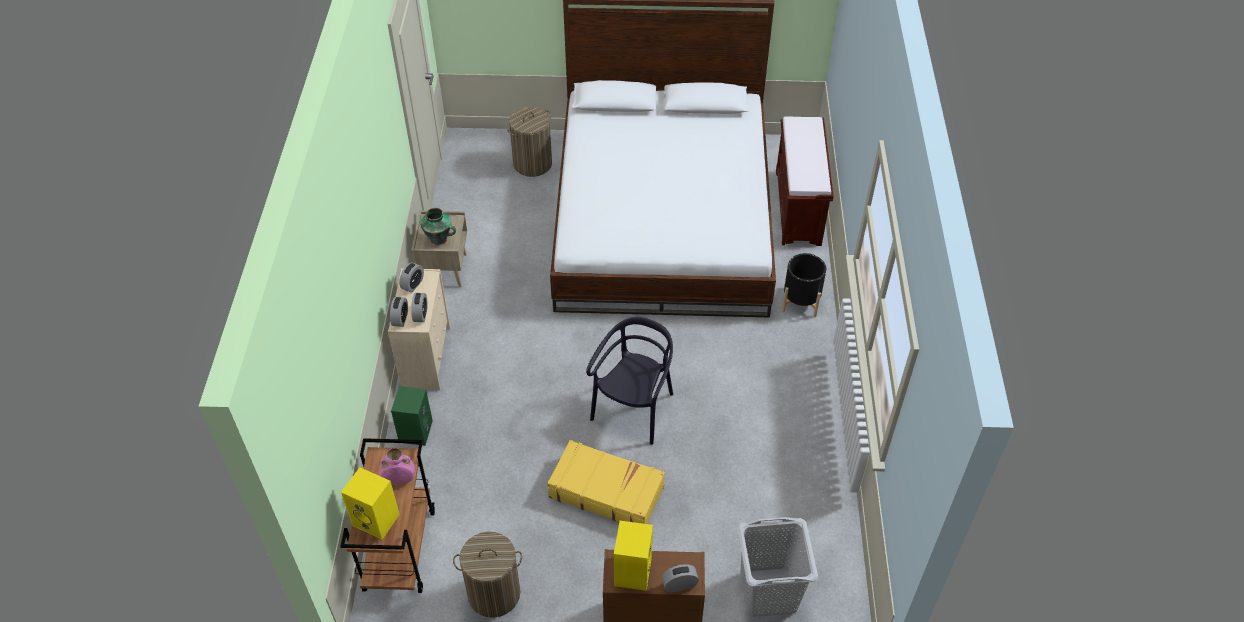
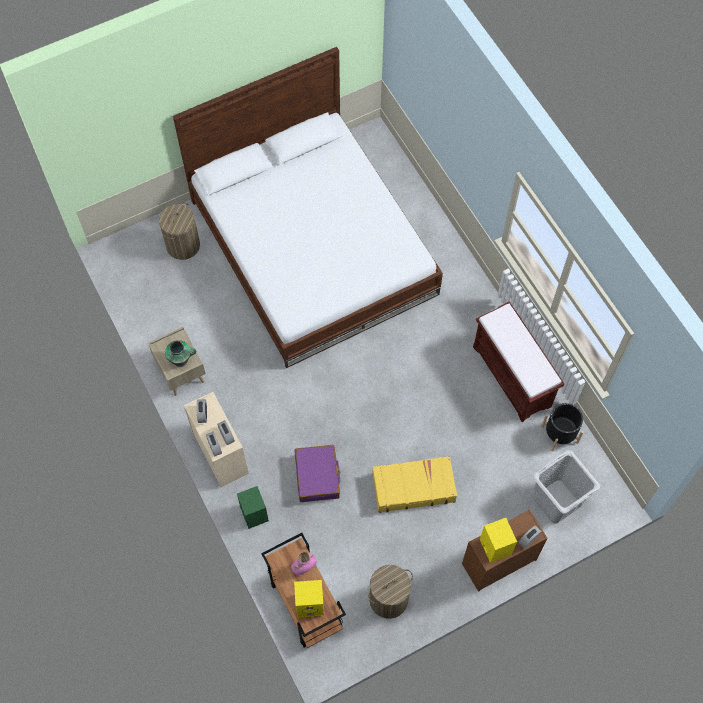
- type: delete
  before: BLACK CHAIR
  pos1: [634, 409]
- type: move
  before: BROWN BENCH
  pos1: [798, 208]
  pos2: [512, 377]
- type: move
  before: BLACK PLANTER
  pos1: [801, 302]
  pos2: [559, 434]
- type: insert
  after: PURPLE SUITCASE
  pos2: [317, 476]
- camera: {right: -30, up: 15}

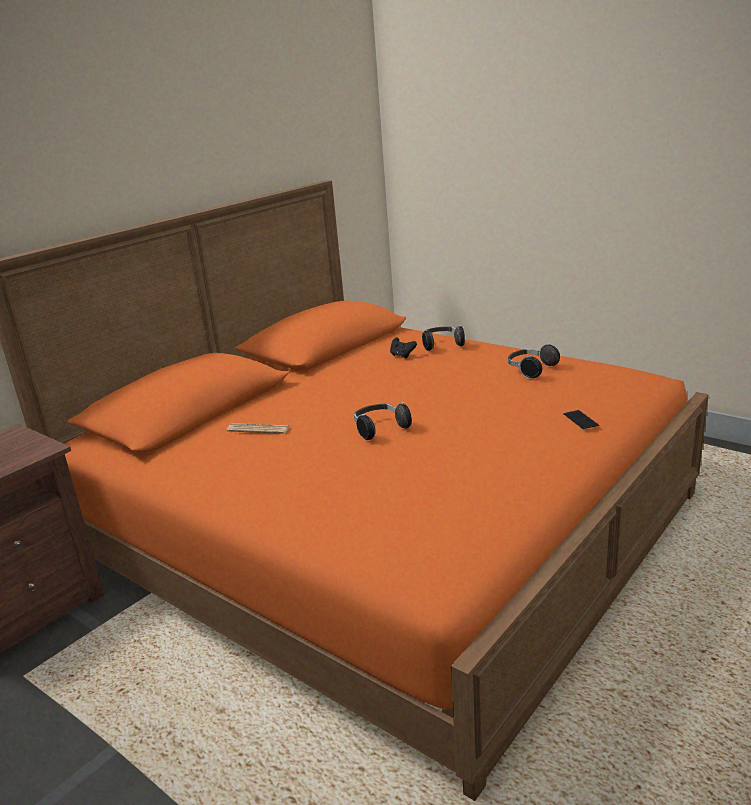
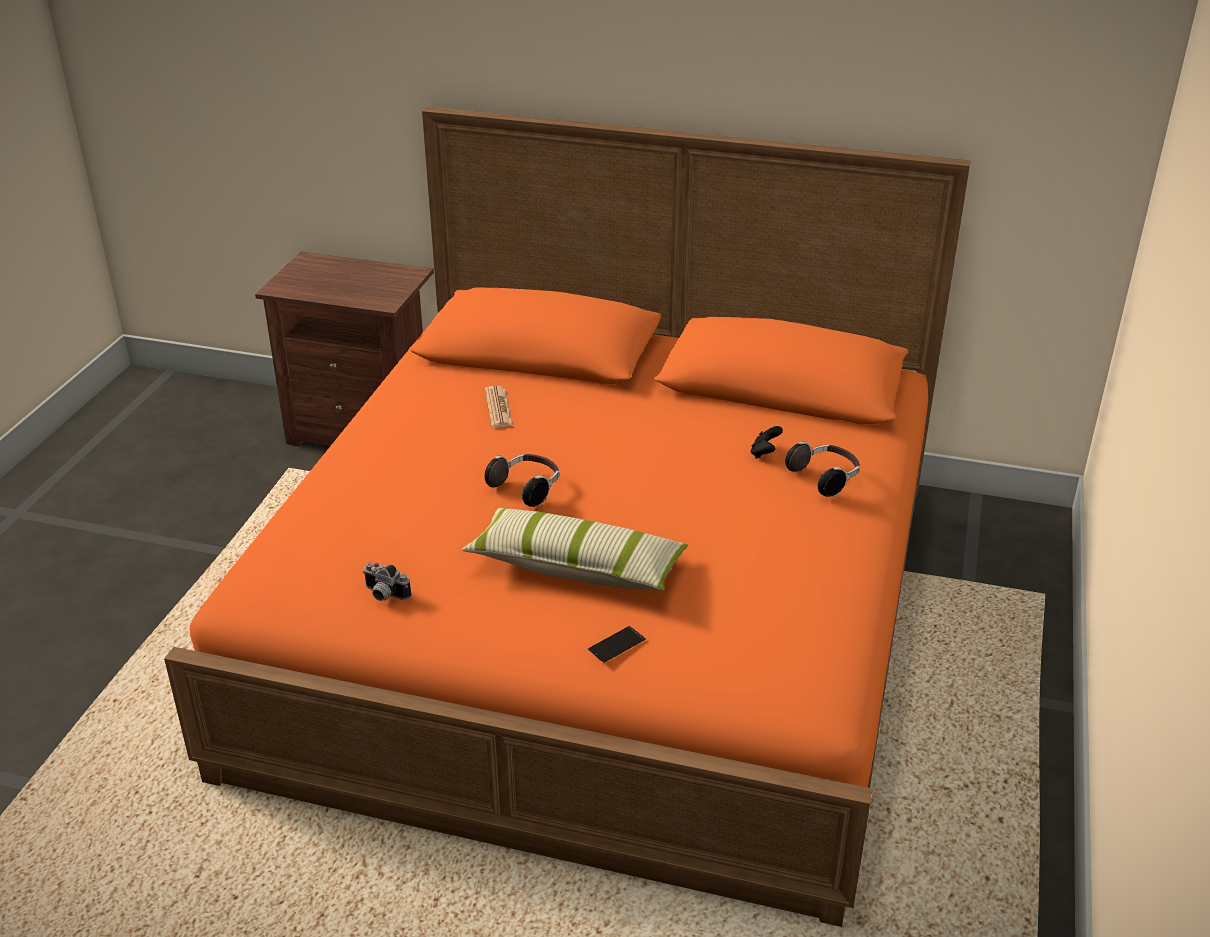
- type: delete
  before: HEADPHONES
  pos1: [530, 370]
- type: insert
  after: PHOTO CAMERA
  pos2: [384, 595]
- type: insert
  after: PILLOW
  pos2: [577, 567]
- camera: {right: 65, up: 10}

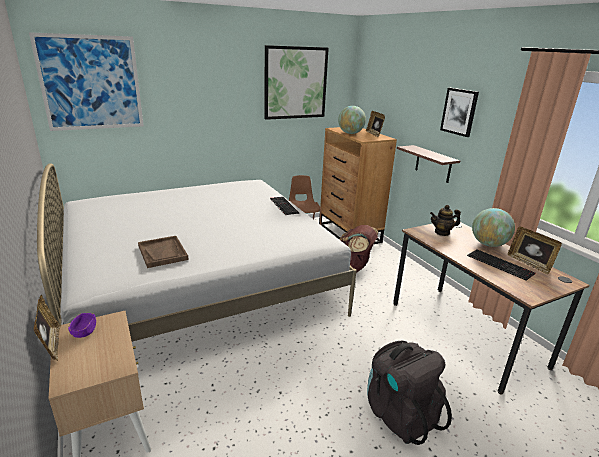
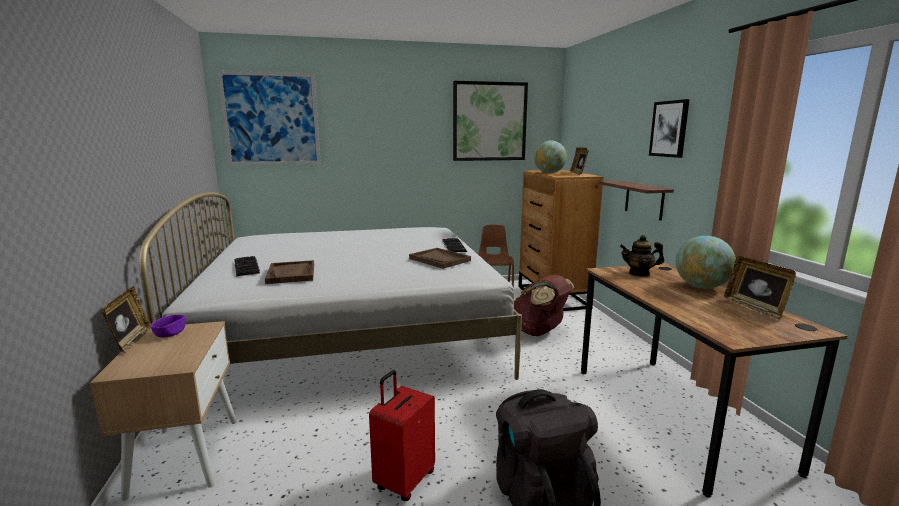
- type: move
  before: KEYBOARD
  pos1: [500, 264]
  pos2: [247, 266]
- type: insert
  after: RED SUITCASE
  pos2: [404, 480]
- type: insert
  after: BROWN TRAY
  pos2: [440, 259]
- camera: {right: 15, up: -10}

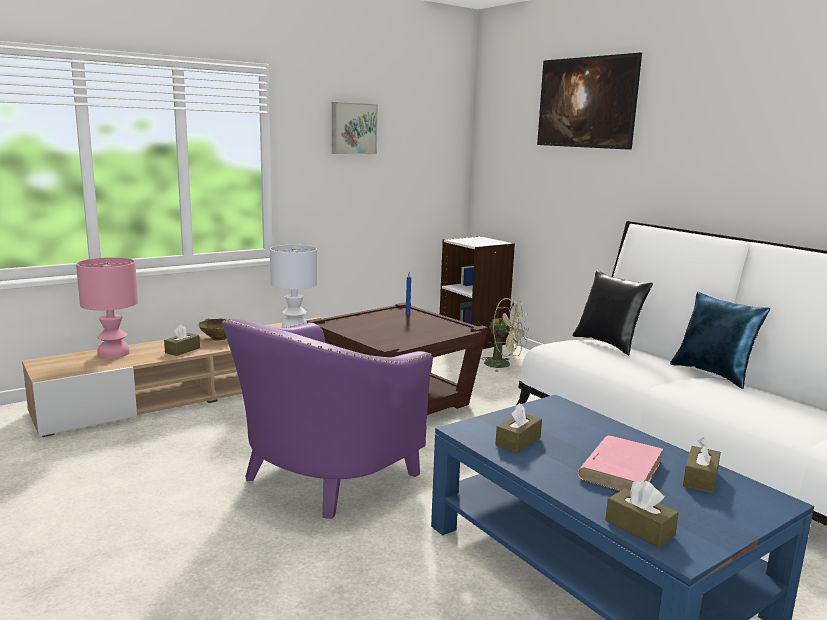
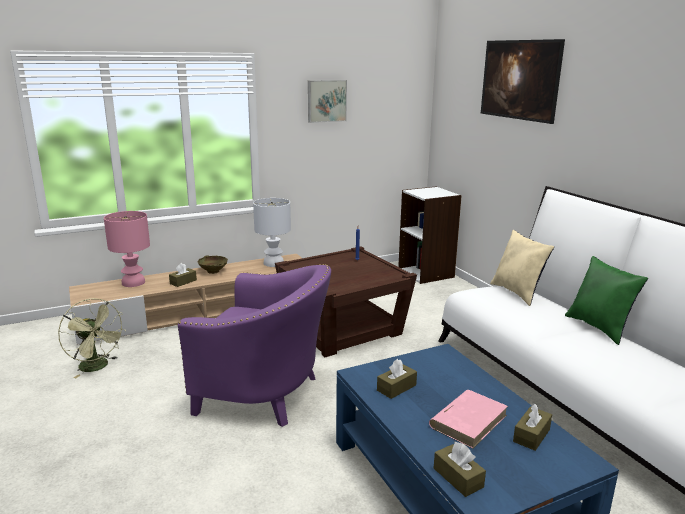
- type: rotate
  before: PURPLE ARMCHAIR
  pos1: [321, 478]
  pos2: [266, 394]
  turn: -120
- type: move
  before: GREEN FAN
  pos1: [503, 365]
  pos2: [98, 367]
- type: recolor
  before: BLACK PILLOW
  after: BEIGE PILLOW
  pos1: [608, 344]
  pos2: [518, 293]
- type: recolor
  before: BLUE PILLOW
  after: GREEN PILLOW
  pos1: [713, 374]
  pos2: [599, 328]
- camera: {right: 10, up: 5}

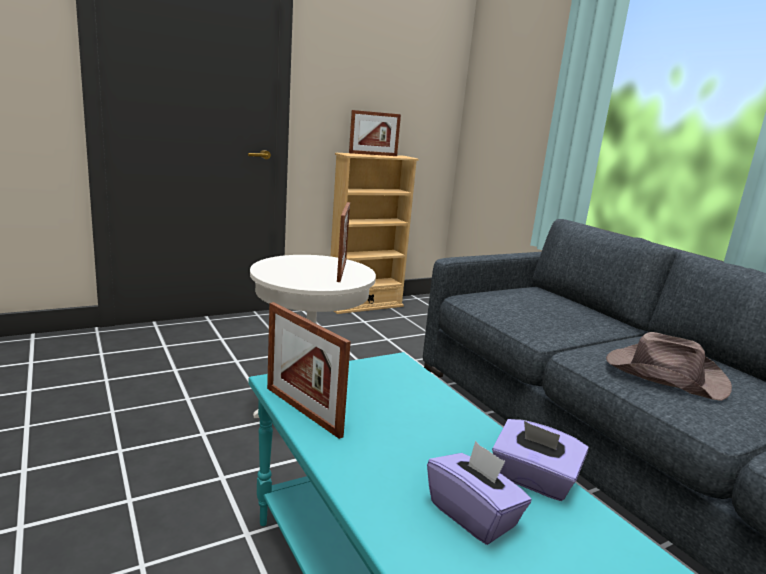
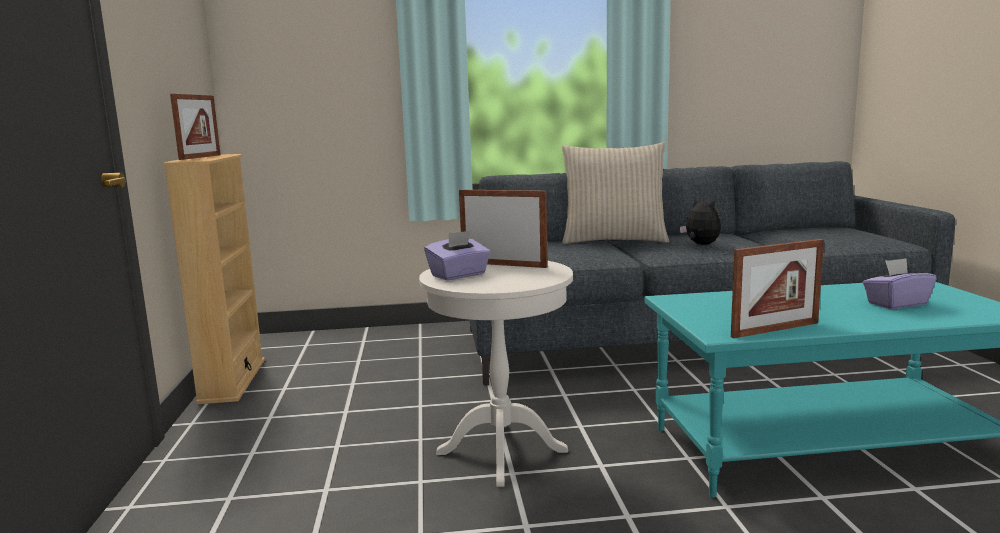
- type: move
  before: PURPLE TISSUE BOX
  pos1: [533, 480]
  pos2: [459, 275]
- type: replace
  before: BROWN HAT
  after: PLUSH TOY
  pos1: [664, 374]
  pos2: [700, 245]
- type: insert
  after: BEIGE PILLOW
  pos2: [614, 240]
- camera: {right: -65, up: -5}

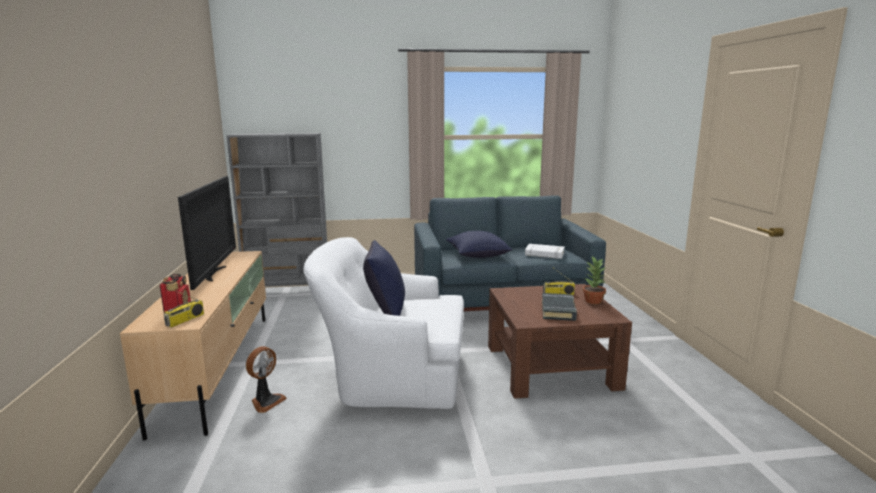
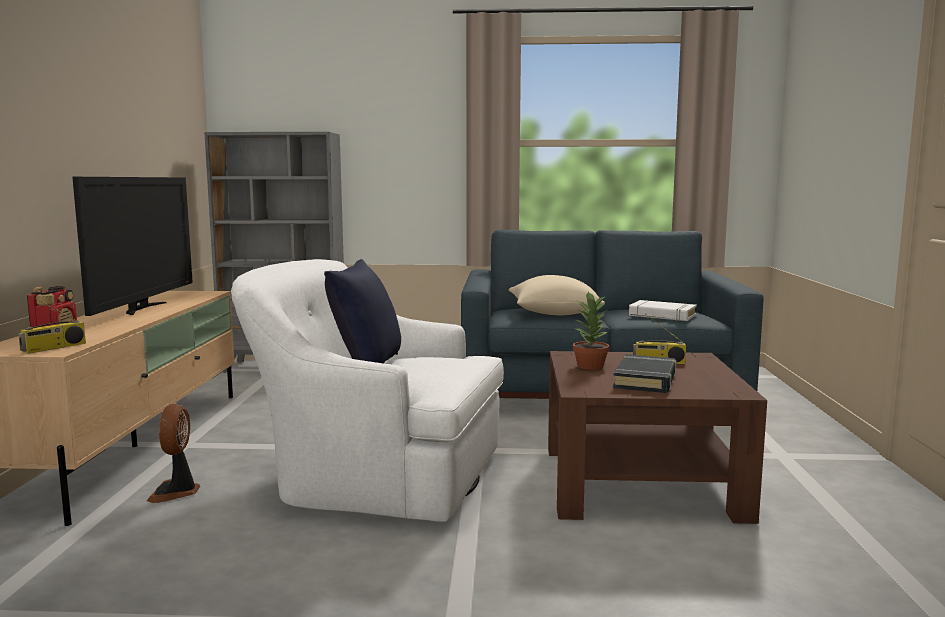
- type: rotate
  before: FAN
  pos1: [266, 401]
  pos2: [176, 492]
  turn: 135
- type: recolor
  before: BLUE PILLOW
  after: BEIGE PILLOW
  pos1: [477, 256]
  pos2: [553, 314]
- type: move
  before: POTTED PLANT
  pos1: [593, 301]
  pos2: [591, 366]
- camera: {right: 10, up: -5}

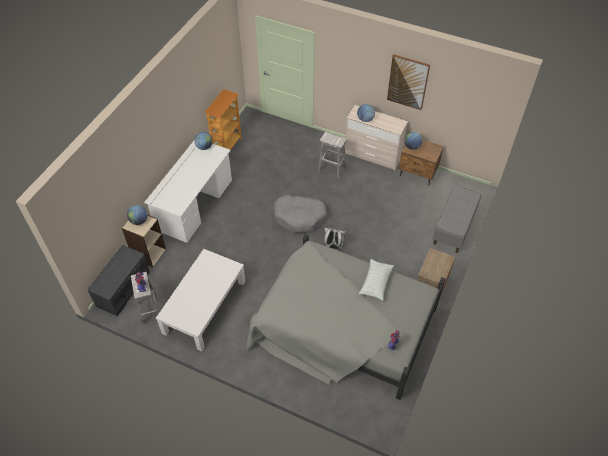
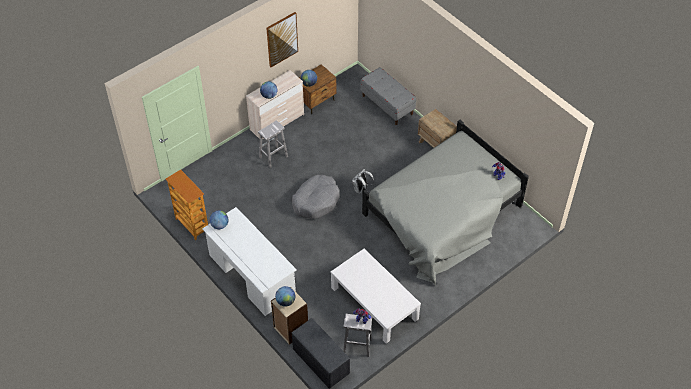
- type: delete
  before: PILLOW
  pos1: [376, 283]
- camera: {right: -65, up: 0}

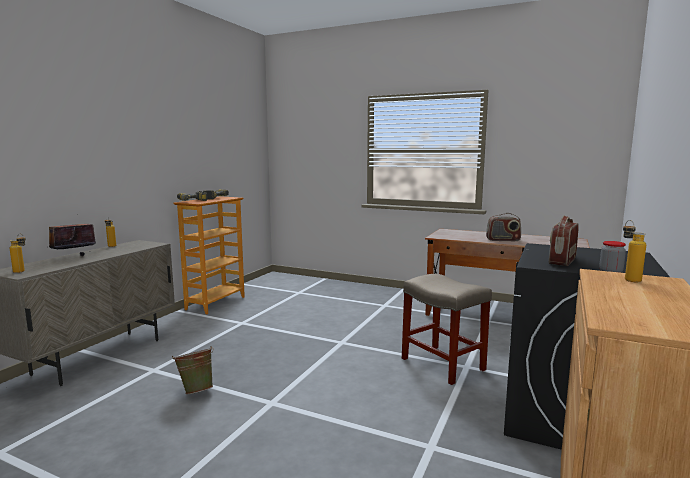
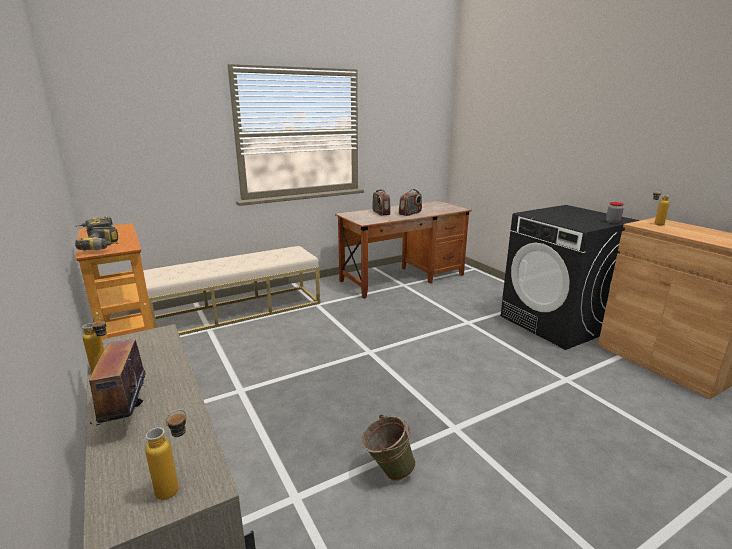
- type: delete
  before: BEIGE STOOL
  pos1: [443, 364]
- type: move
  before: RADIO
  pos1: [562, 261]
  pos2: [380, 213]
- type: insert
  after: BEIGE BENCH
  pos2: [238, 311]
- camera: {right: -55, up: 10}

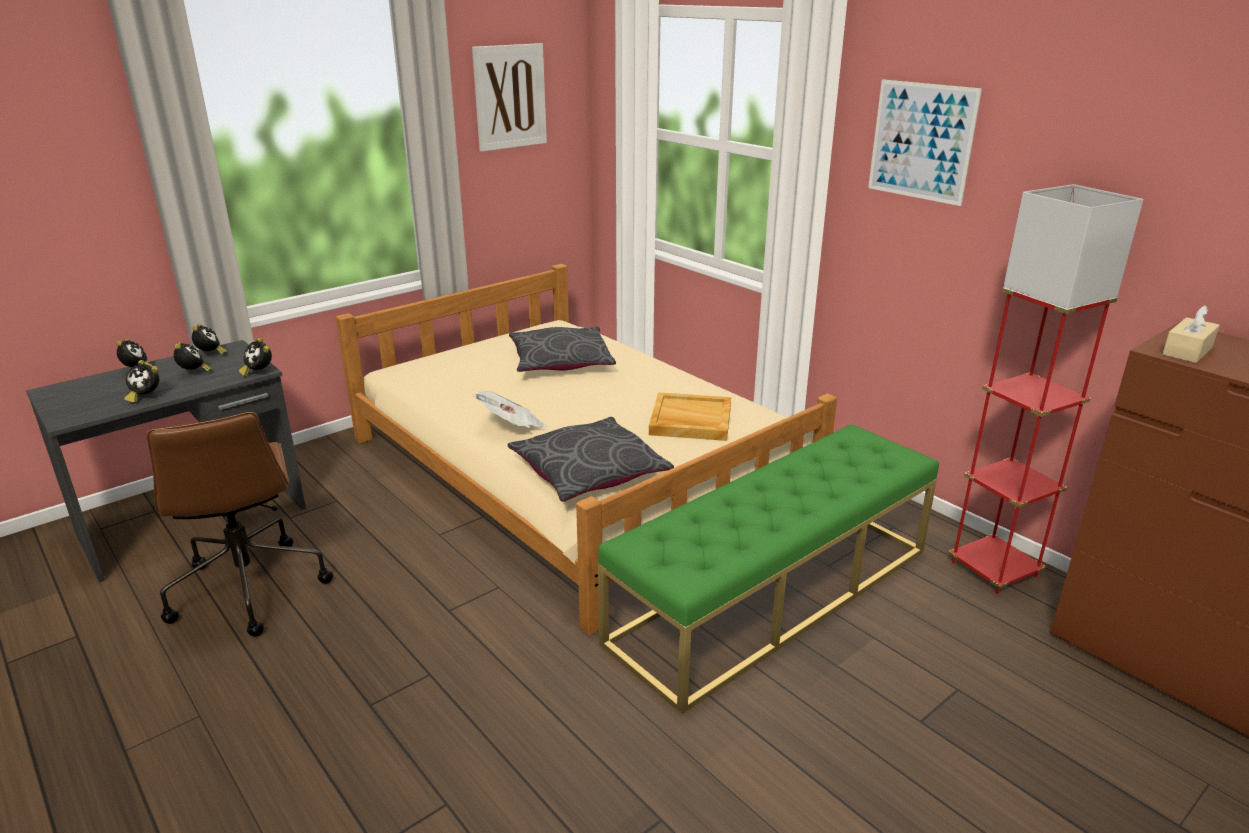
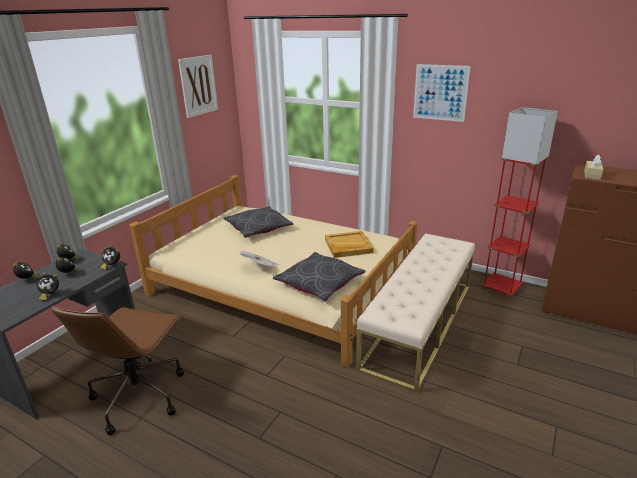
- type: rotate
  before: BROWN OFFICE CHAIR
  pos1: [248, 588]
  pos2: [139, 395]
  turn: 60
- type: recolor
  before: GREEN BENCH
  after: BEIGE BENCH
  pos1: [773, 594]
  pos2: [419, 324]
- camera: {right: -20, up: 0}

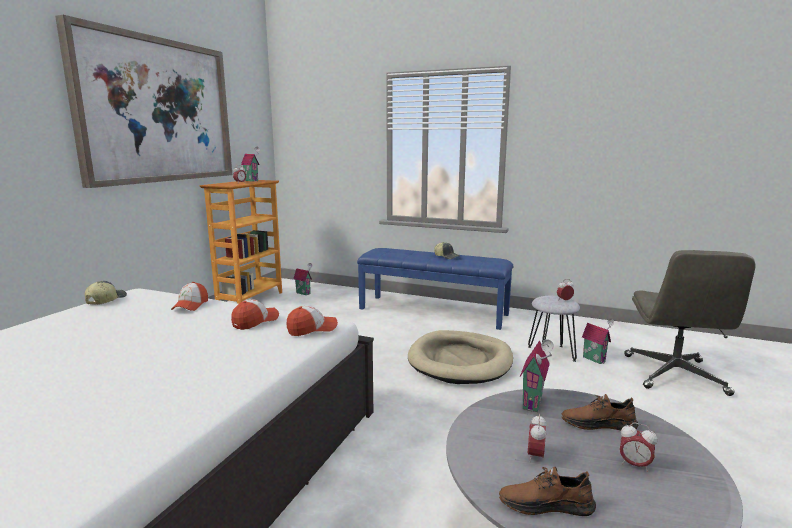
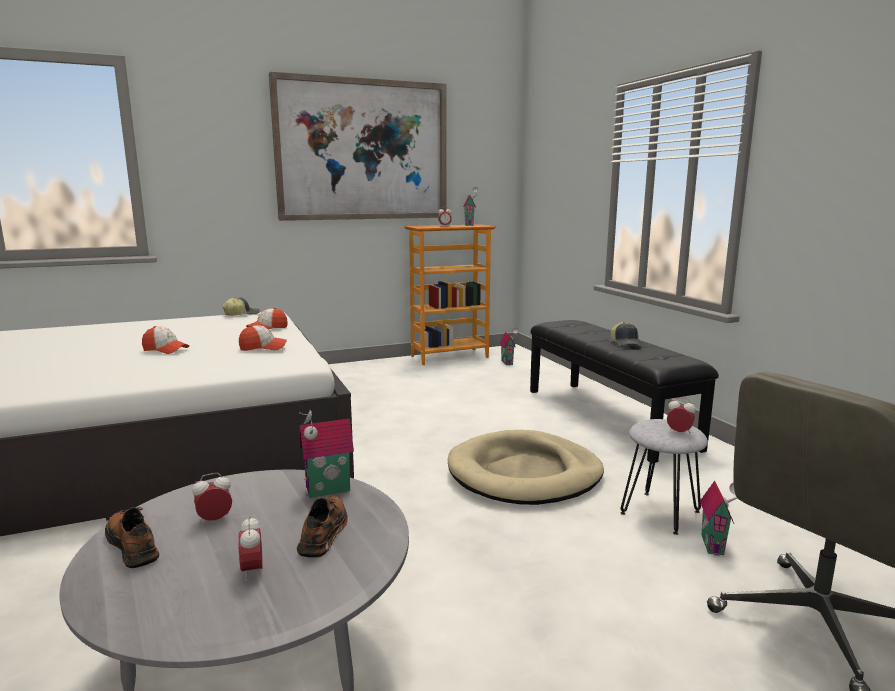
- type: move
  before: CAP
  pos1: [312, 329]
  pos2: [165, 350]
- type: recolor
  before: BLUE BENCH
  after: BLACK BENCH
  pos1: [433, 311]
  pos2: [608, 417]
- type: rotate
  before: BROWN SHOE
  pos1: [598, 424]
  pos2: [324, 532]
  turn: 45
- camera: {right: 45, up: 0}

